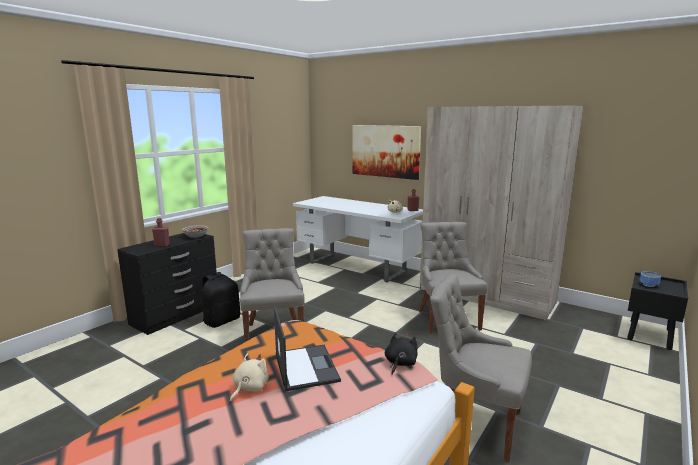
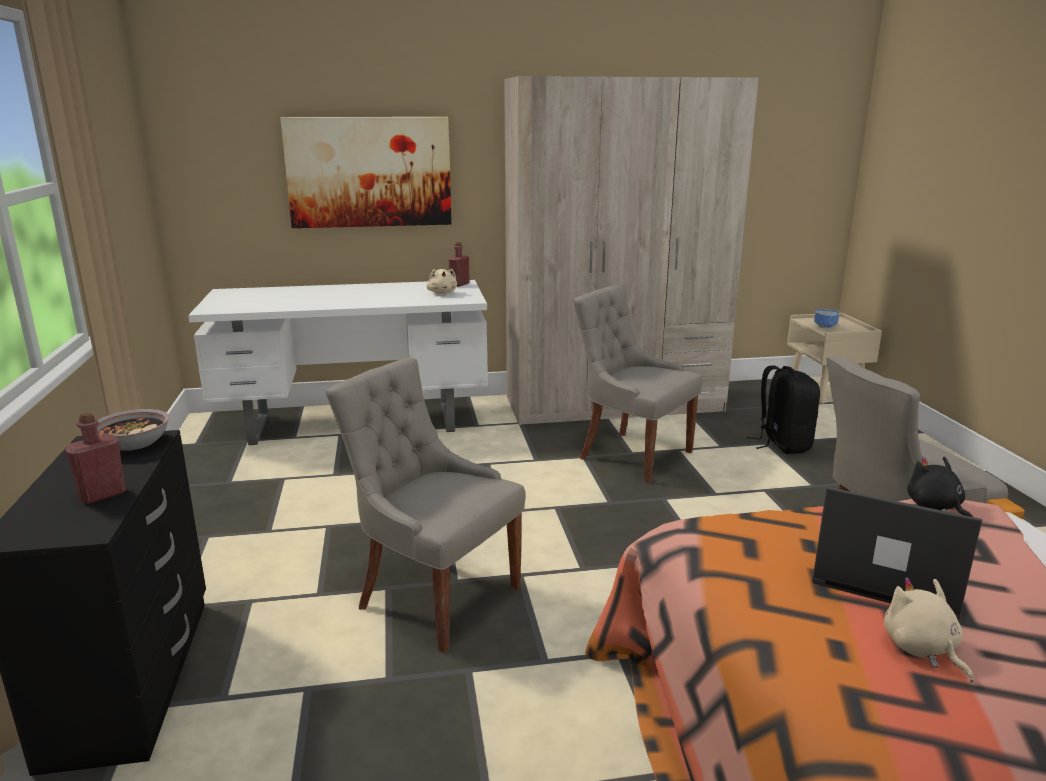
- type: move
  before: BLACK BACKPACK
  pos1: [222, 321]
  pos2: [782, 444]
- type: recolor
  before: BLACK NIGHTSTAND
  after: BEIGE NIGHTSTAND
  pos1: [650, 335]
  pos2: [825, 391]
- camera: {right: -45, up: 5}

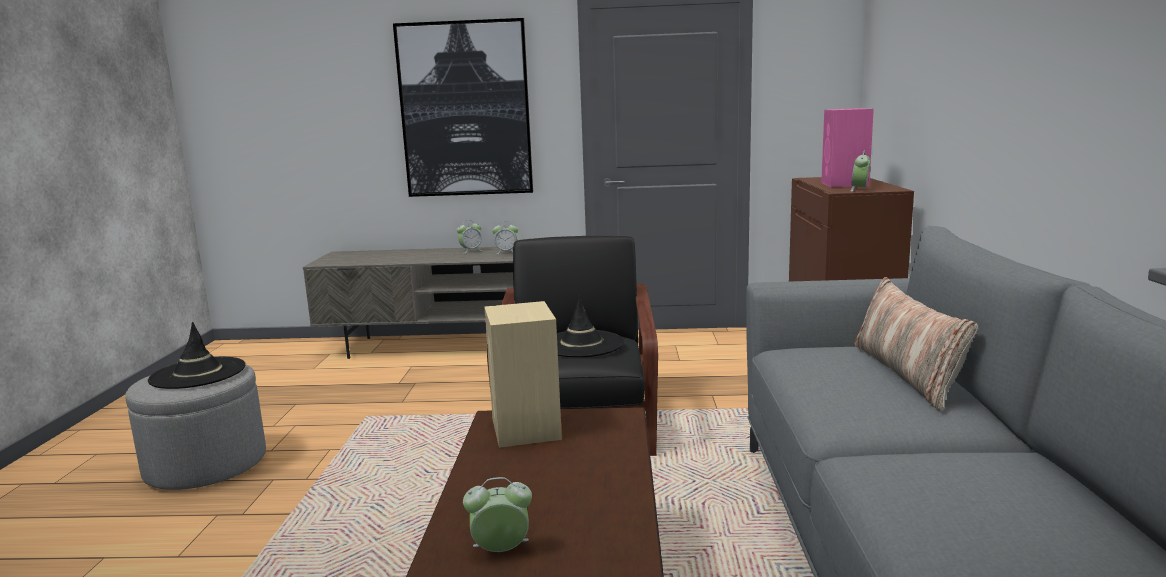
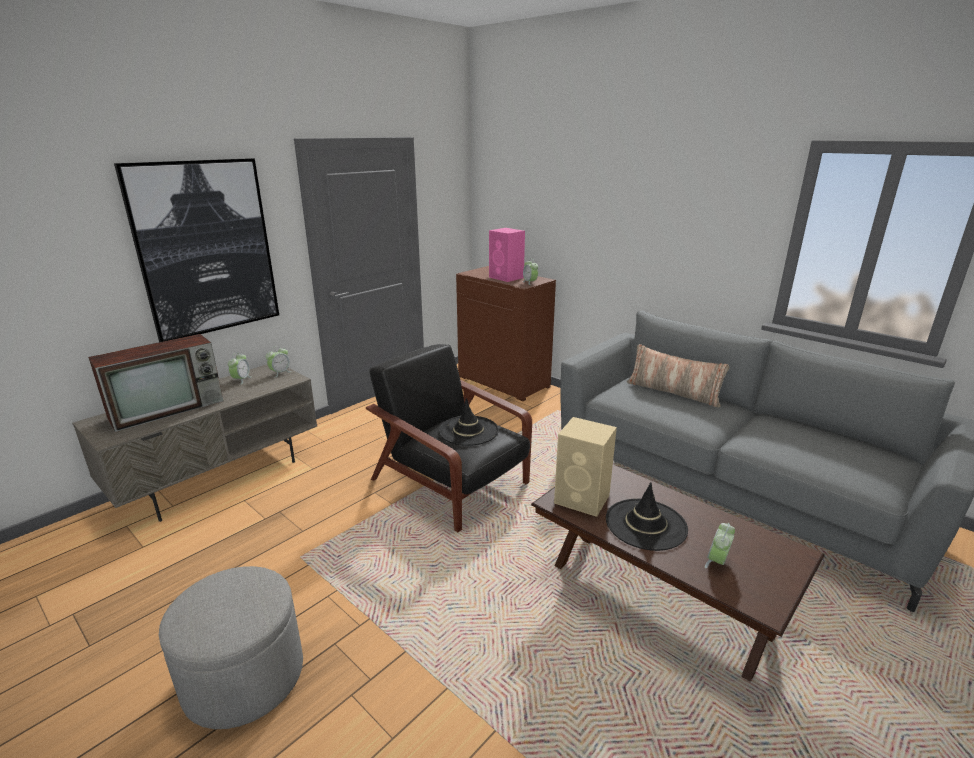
- type: move
  before: BLACK HAT
  pos1: [198, 373]
  pos2: [645, 524]
- type: insert
  after: TELEVISION
  pos2: [169, 409]
- camera: {right: -50, up: 10}

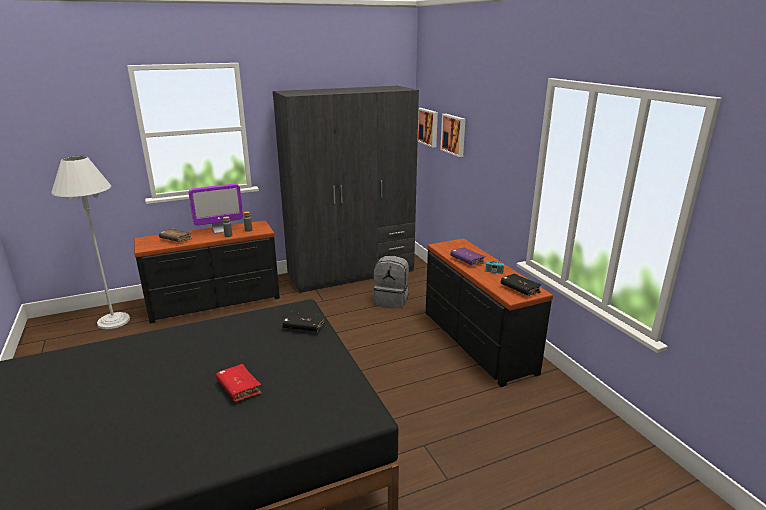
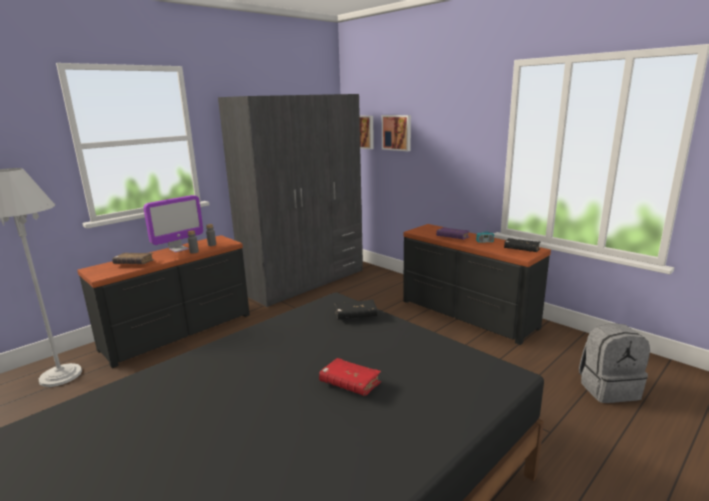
- type: move
  before: GREY BACKPACK
  pos1: [392, 300]
  pos2: [608, 388]
- camera: {right: -20, up: -5}

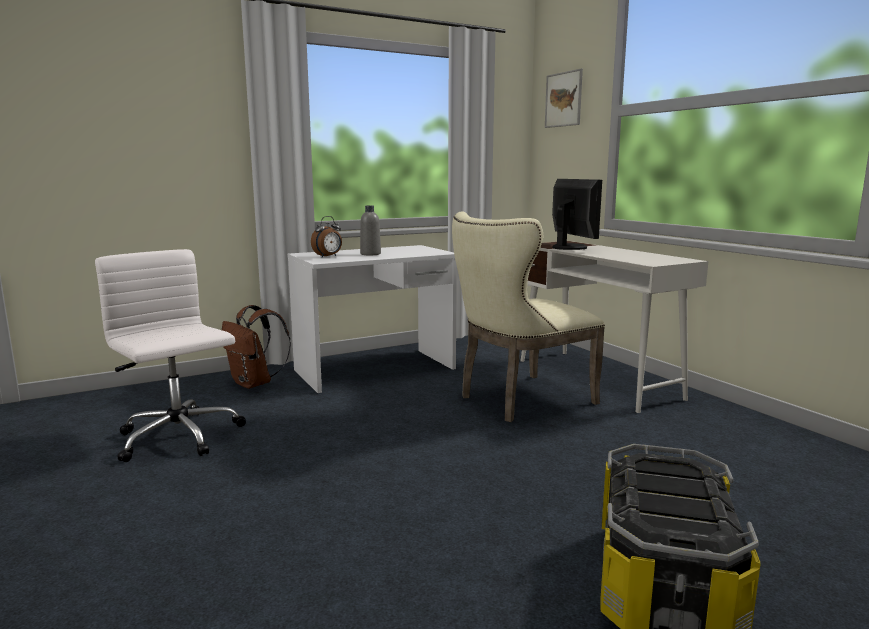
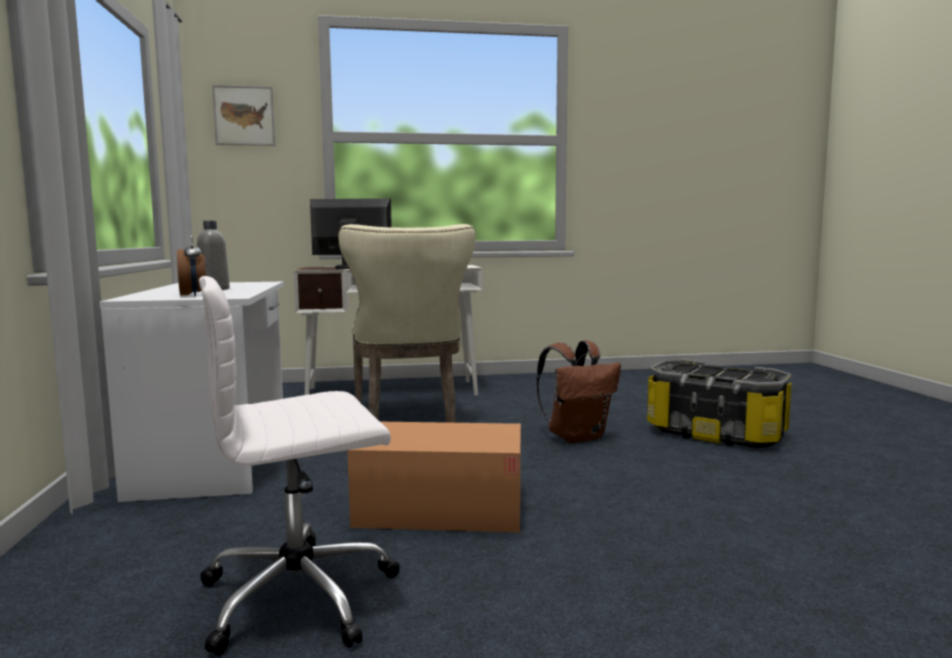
- type: move
  before: BROWN BACKPACK
  pos1: [254, 383]
  pos2: [577, 437]
- type: insert
  after: CARDBOARD BOX
  pos2: [440, 509]
- camera: {right: -70, up: -5}

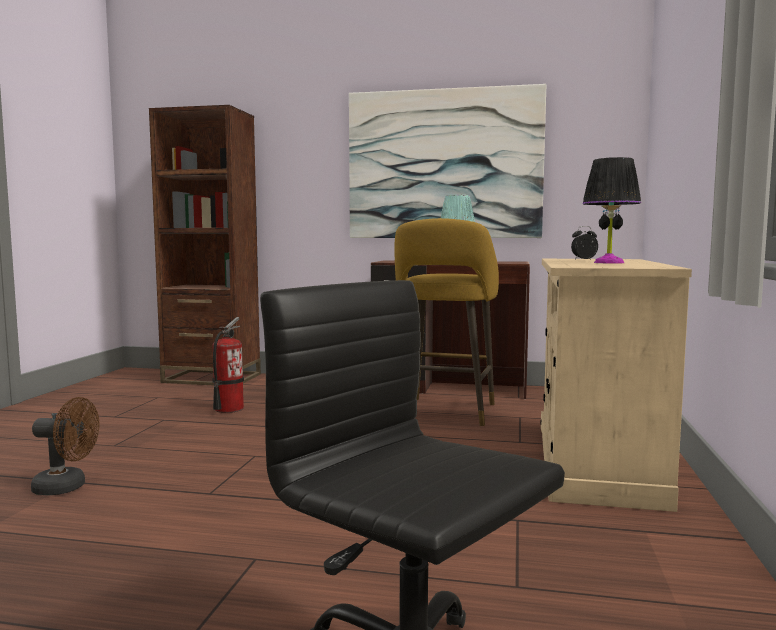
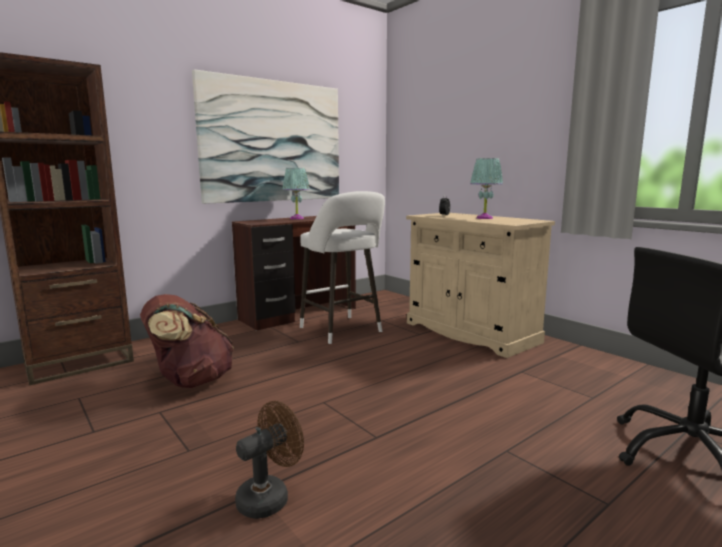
- type: replace
  before: FIRE EXTINGUISHER
  after: BROWN BACKPACK
  pos1: [228, 409]
  pos2: [190, 381]
- type: recolor
  before: YELLOW STOOL
  after: WHITE STOOL
  pos1: [445, 413]
  pos2: [343, 331]
- type: recolor
  before: BLACK TABLE LAMP
  after: TURQUOISE TABLE LAMP
  pos1: [608, 262]
  pos2: [484, 218]
- camera: {right: -50, up: 5}

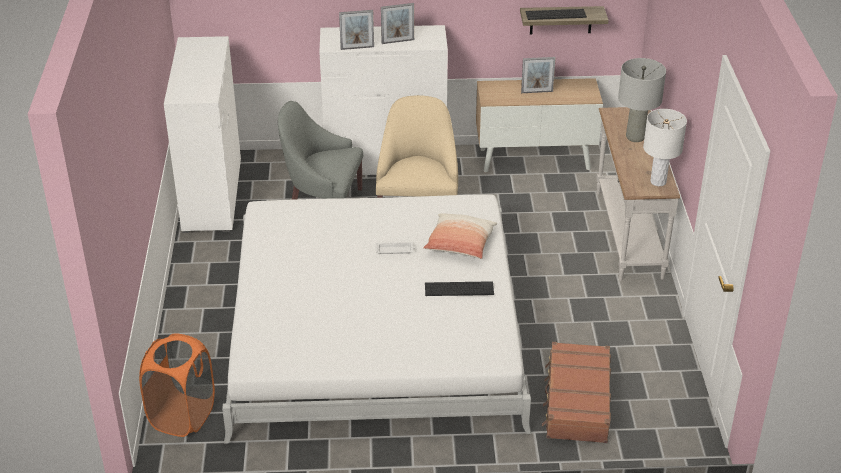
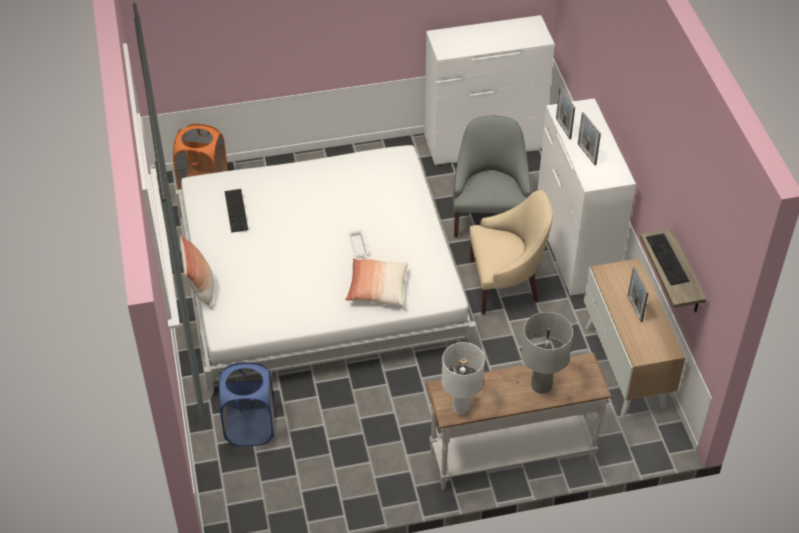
- type: move
  before: KEYBOARD
  pos1: [459, 289]
  pos2: [236, 210]
- type: replace
  before: BROWN SUITCASE
  after: BLUE LAUNDRY BASKET
  pos1: [576, 402]
  pos2: [250, 428]
- type: insert
  after: PILLOW
  pos2: [201, 289]
- camera: {right: 80, up: 10}

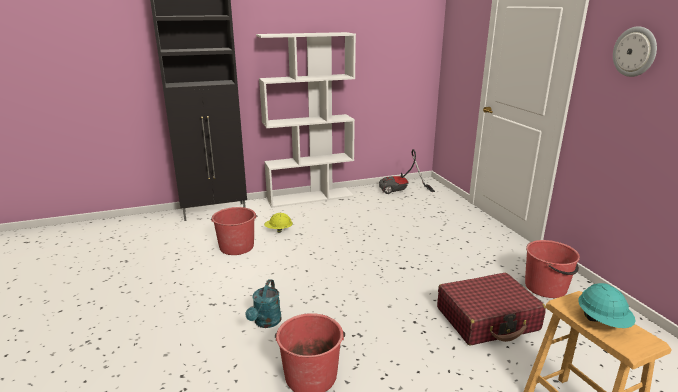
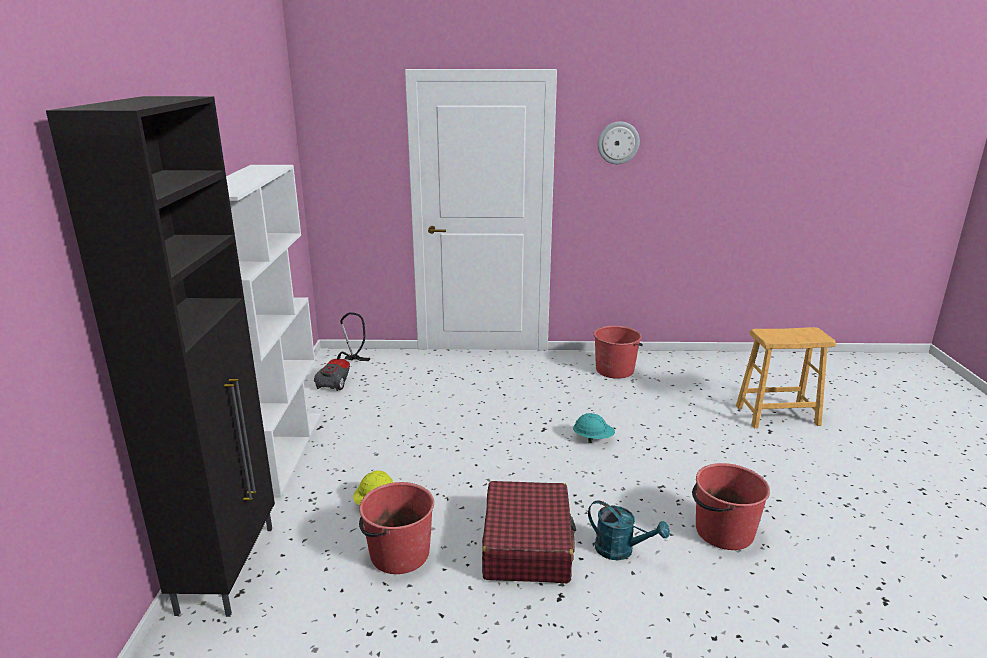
- type: move
  before: RED SUITCASE
  pos1: [487, 319]
  pos2: [527, 544]
- type: move
  before: TURQUOISE HARD HAT
  pos1: [602, 322]
  pos2: [593, 439]
- camera: {right: -70, up: 0}

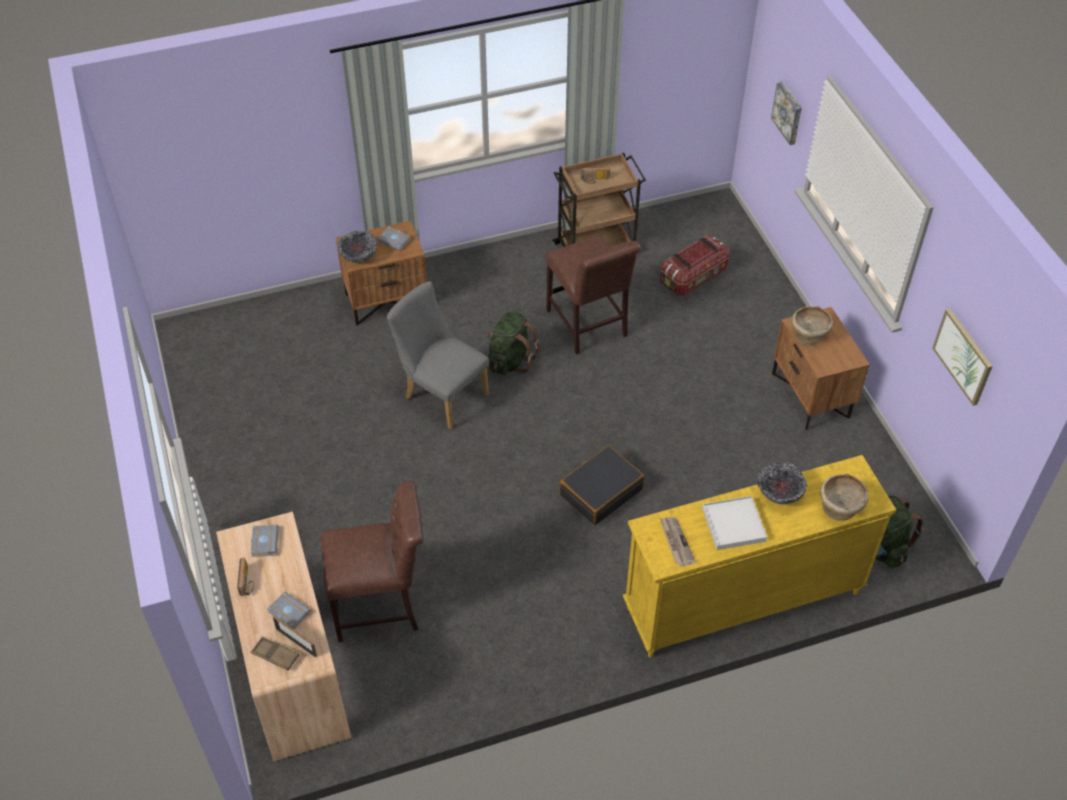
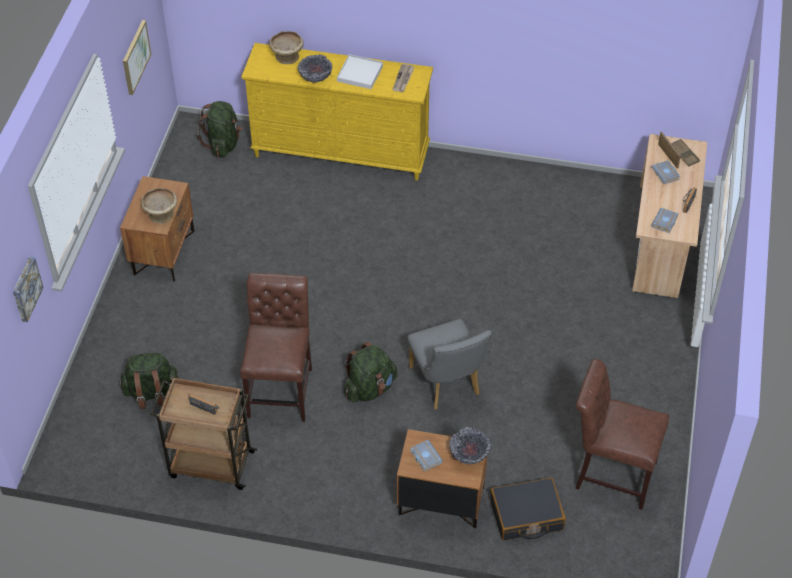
- type: move
  before: BROWN CHAIR
  pos1: [381, 606]
  pos2: [611, 473]
- type: move
  before: BLACK SUITCASE
  pos1: [600, 492]
  pos2: [526, 515]
- type: replace
  before: STORAGE BOX
  after: GREEN BACKPACK
  pos1: [694, 277]
  pos2: [151, 392]
- camera: {right: -150, up: 0}

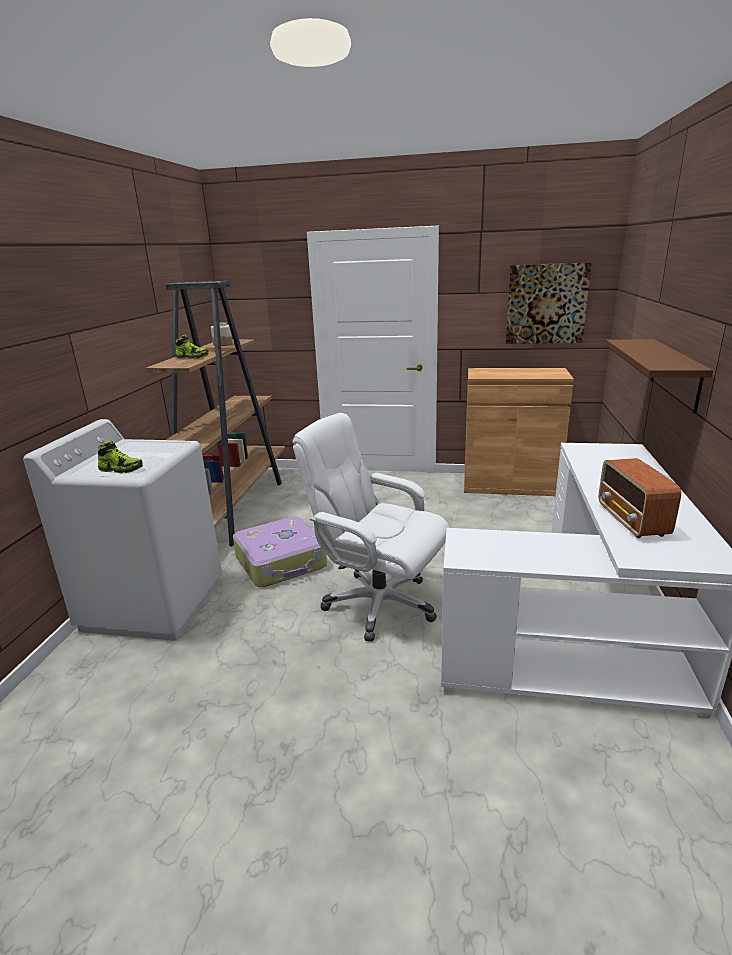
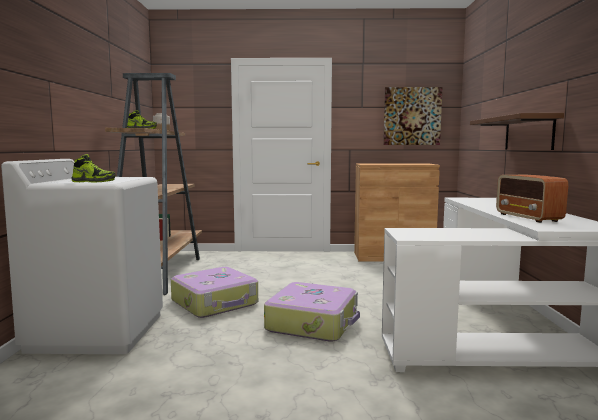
- type: replace
  before: WHITE OFFICE CHAIR
  after: SUITCASE
  pos1: [378, 603]
  pos2: [313, 323]
- camera: {right: -10, up: -15}

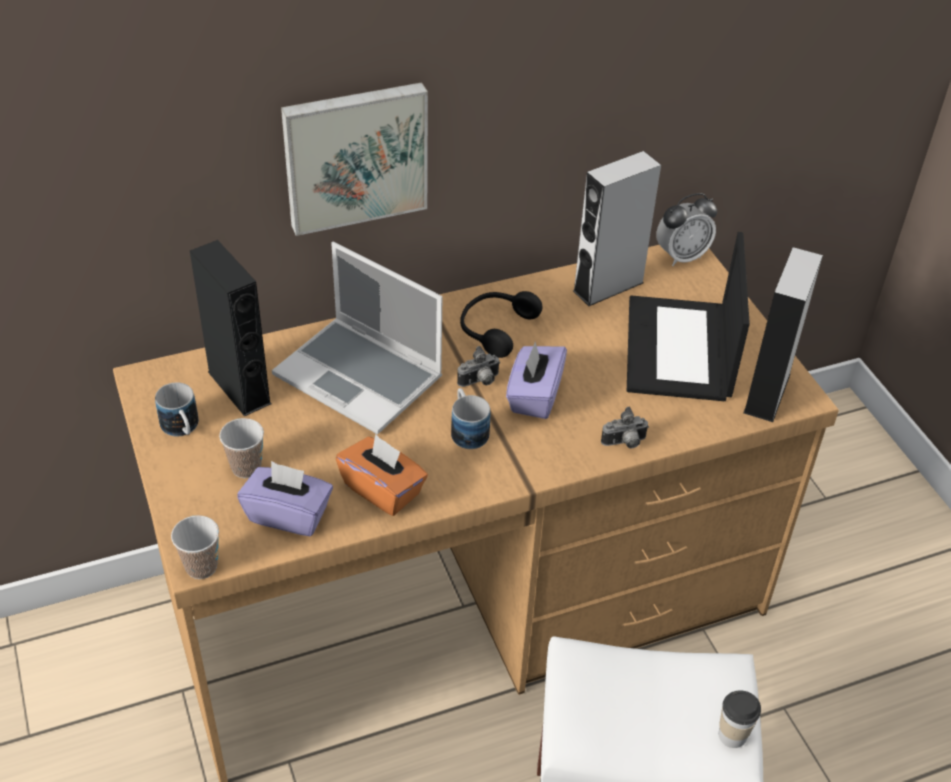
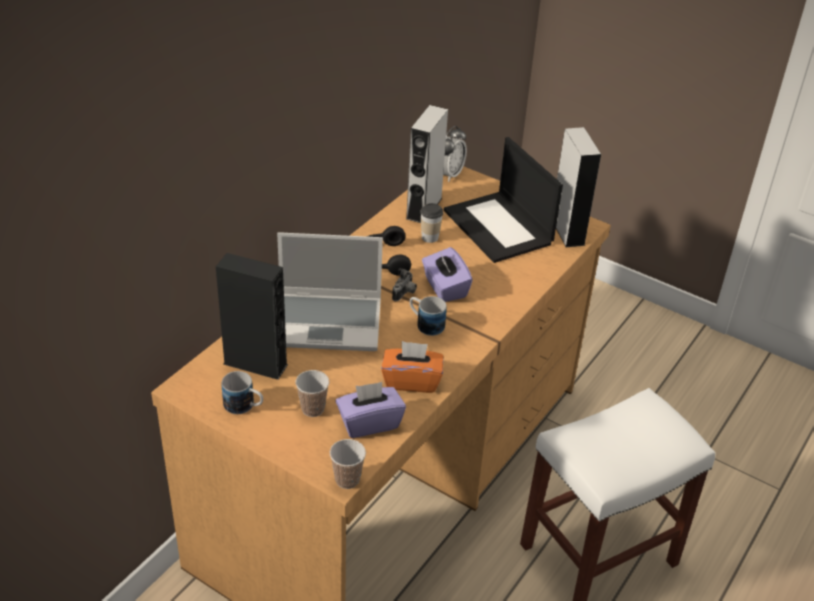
- type: delete
  before: PICTURE
  pos1: [355, 155]
- type: delete
  before: PHOTO CAMERA
  pos1: [624, 443]
- type: move
  before: CUP
  pos1: [732, 735]
  pos2: [430, 237]
- camera: {right: -35, up: -5}

